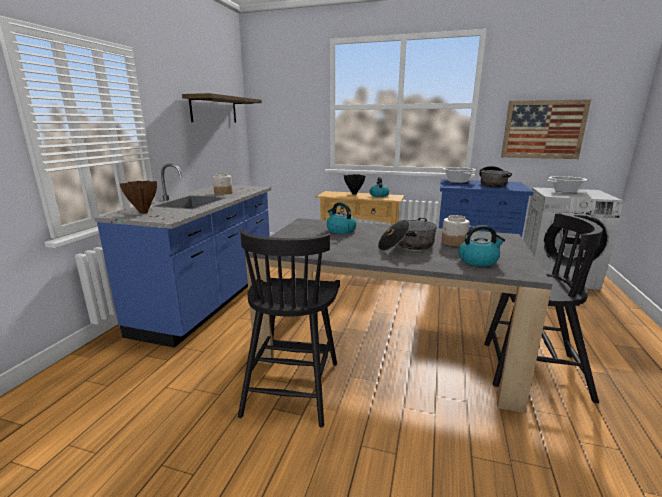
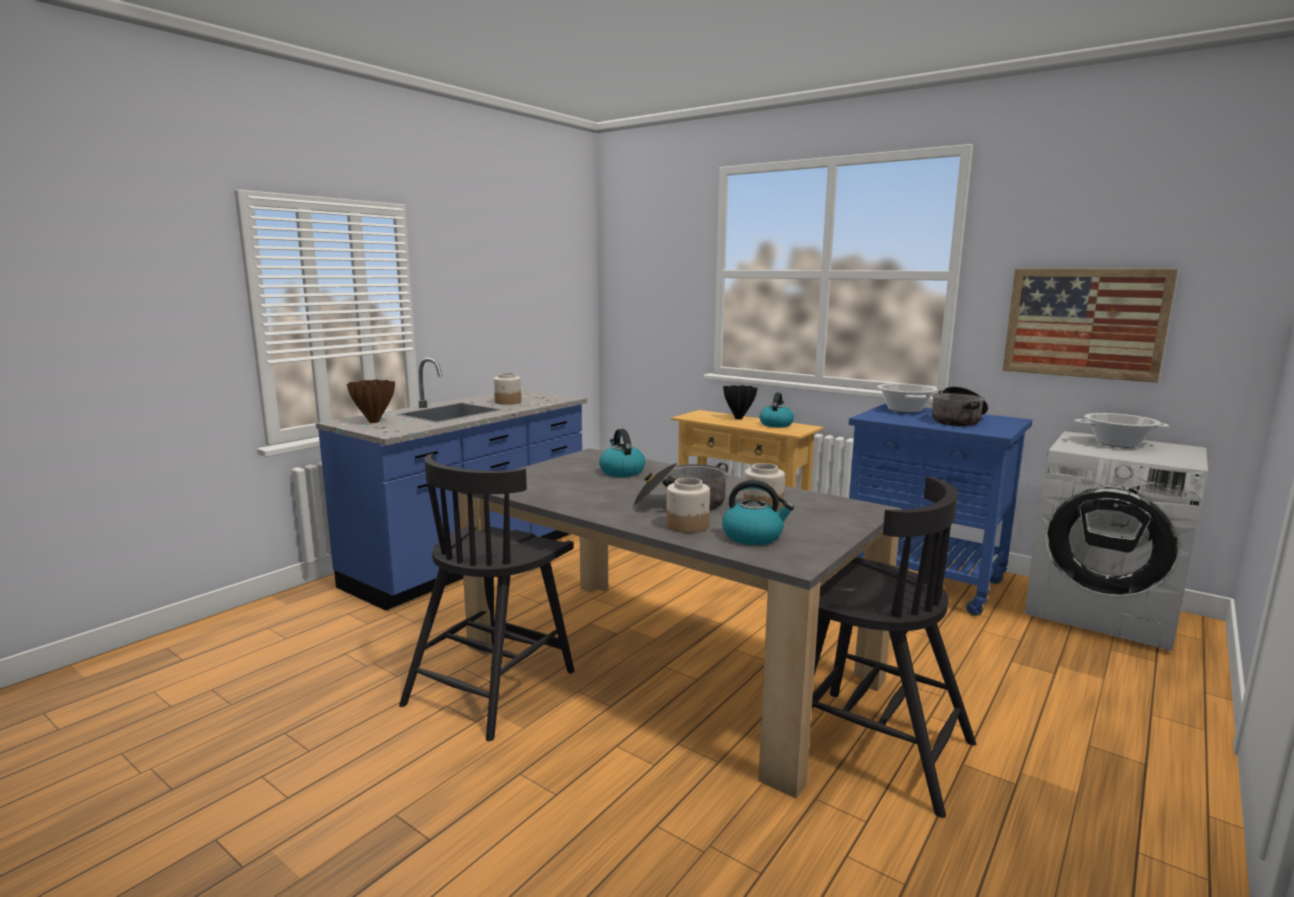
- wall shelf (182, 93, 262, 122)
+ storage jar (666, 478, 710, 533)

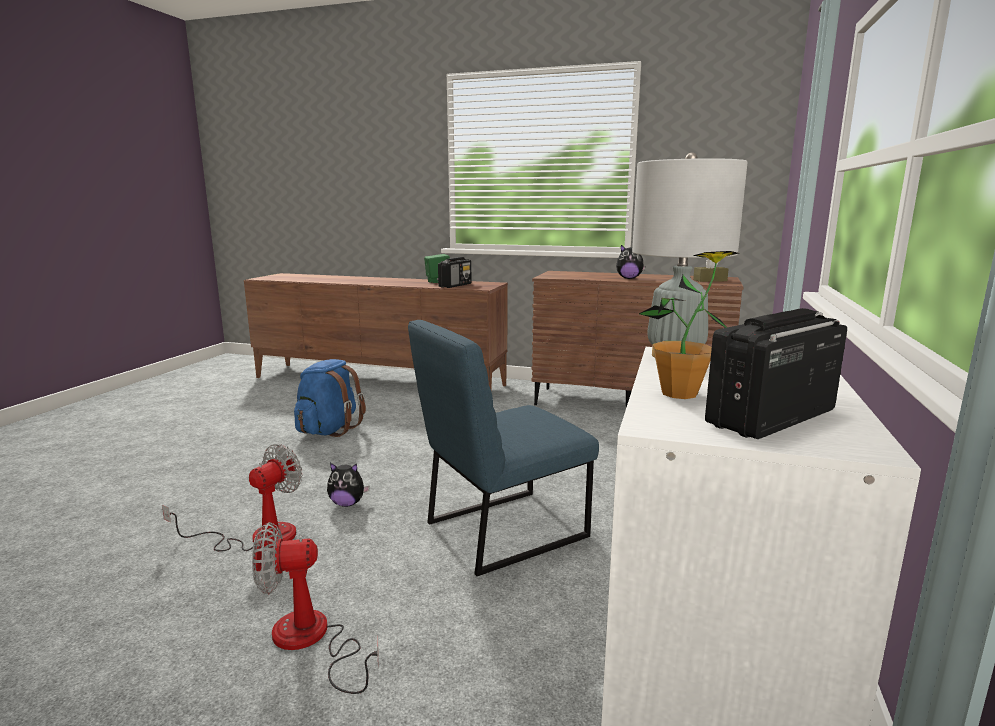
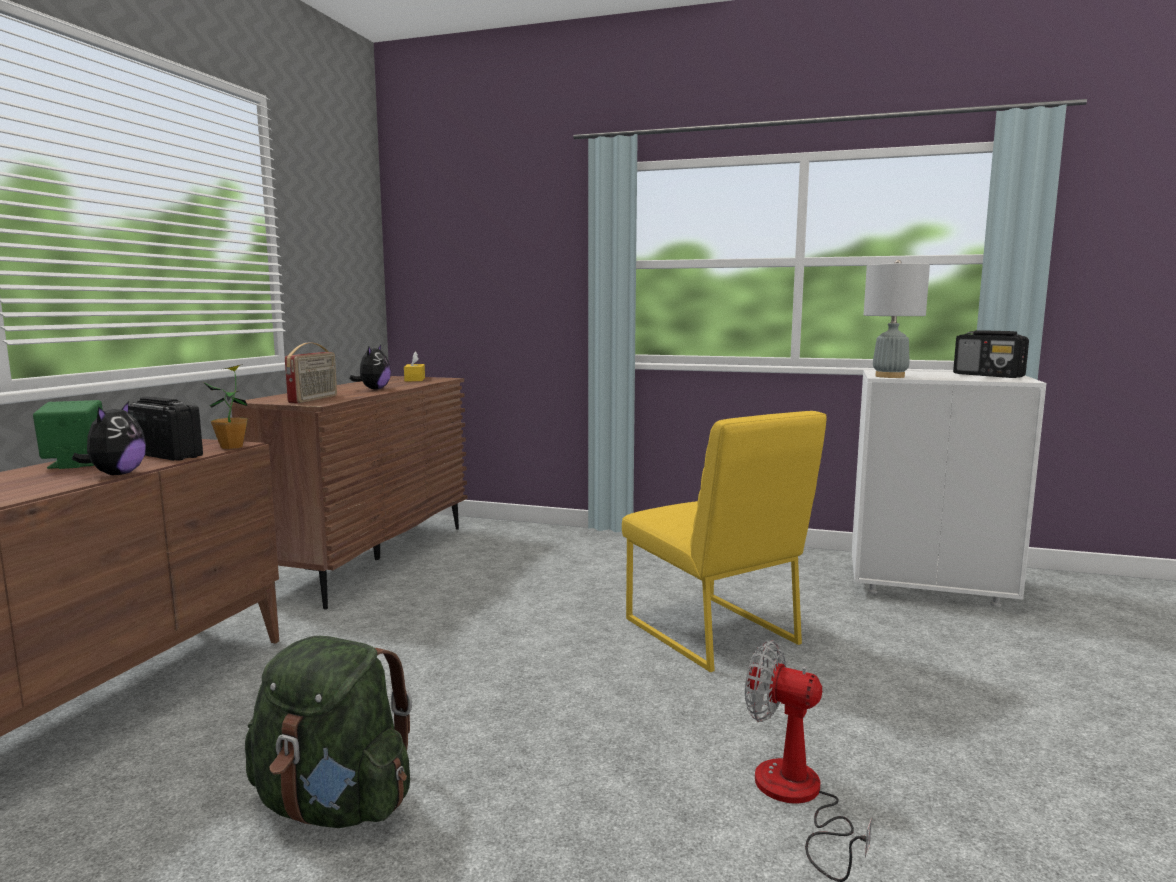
- electric fan (252, 522, 379, 694)
~ bluish knapsack (294, 359, 366, 437) to green knapsack (245, 636, 412, 828)
~ plush toy (327, 463, 370, 507) to (72, 401, 146, 475)
~ bluish chair (408, 320, 599, 576) to yellow-coloured chair (622, 411, 827, 672)
~ potted plant (639, 251, 739, 399) to (202, 364, 248, 449)
~ brownish tissue box (693, 259, 728, 282) to yellow-coloured tissue box (404, 352, 425, 381)
+ radio set (285, 343, 337, 403)

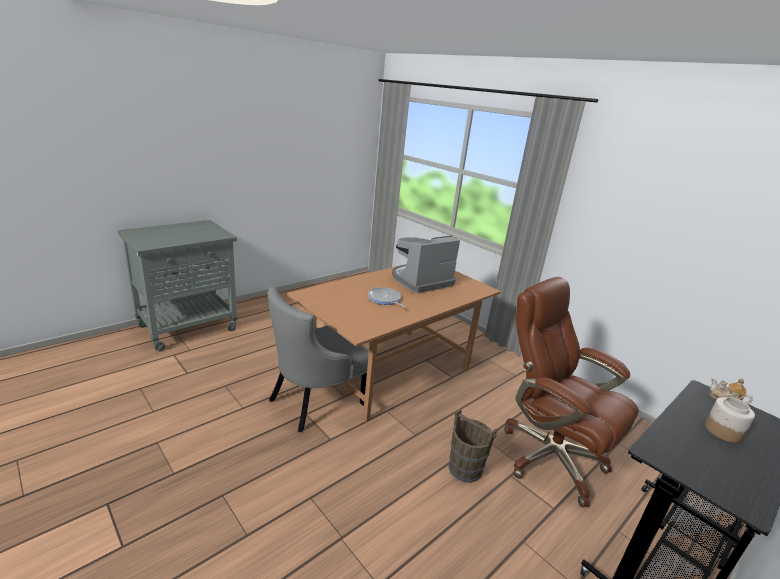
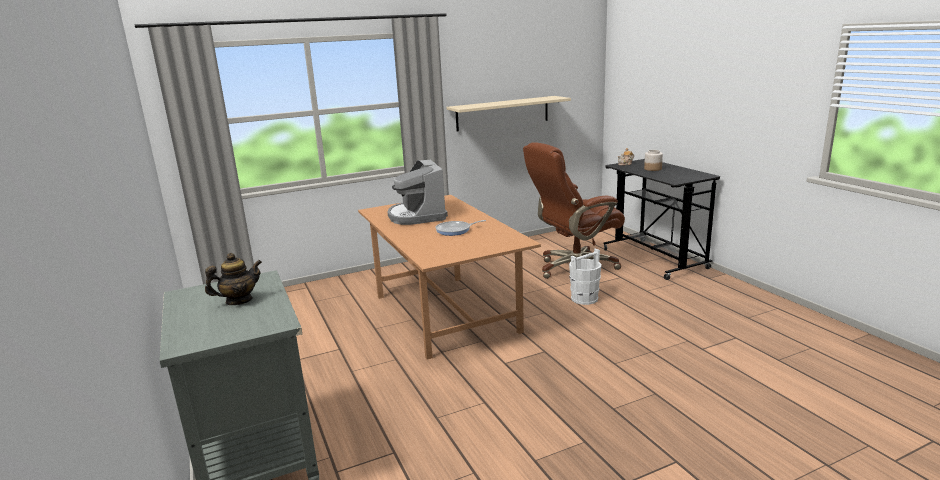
- greyish chair (268, 287, 369, 432)
~ brownish pail (448, 408, 497, 483) to white pail (569, 248, 602, 305)
+ teapot (205, 253, 262, 305)
+ beige wall shelf (447, 96, 571, 132)

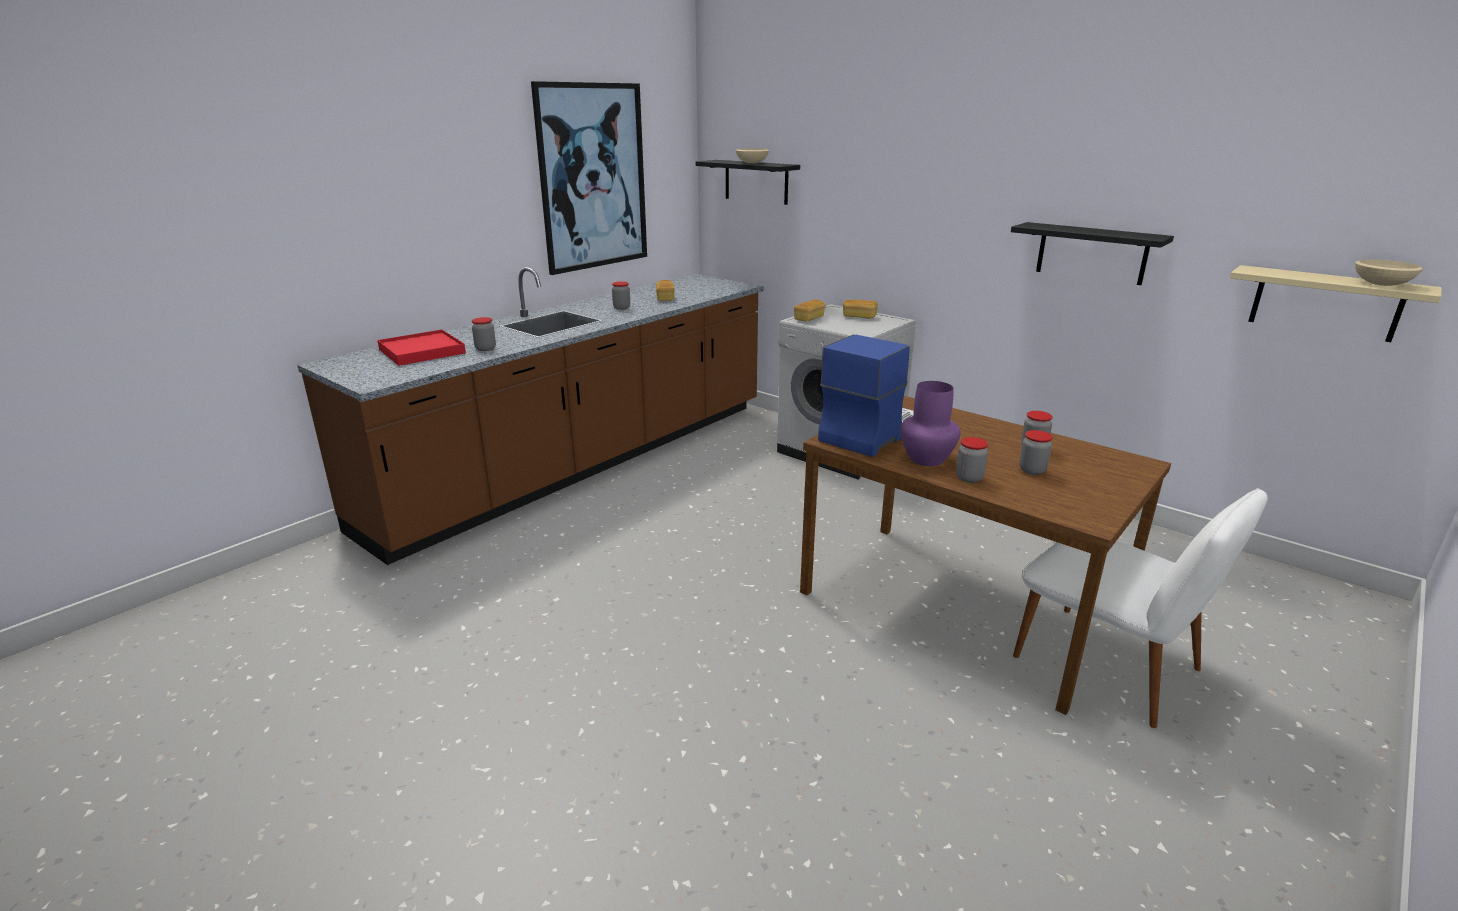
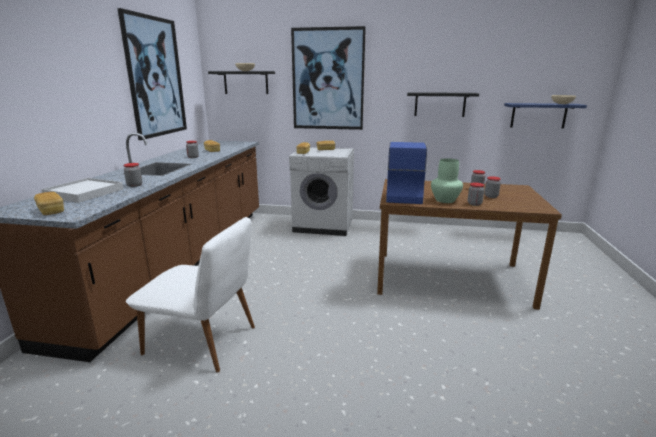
~ red serving tray (377, 329, 466, 366) to white serving tray (41, 178, 123, 203)
~ purple-coloured flower vase (900, 381, 961, 466) to green flower vase (431, 158, 463, 203)
~ white chair (1013, 488, 1268, 728) to (126, 217, 255, 372)
~ beige wall shelf (1230, 265, 1442, 342) to bluish wall shelf (504, 103, 587, 128)
+ baked bread (34, 192, 64, 215)
+ wall picture (291, 26, 366, 130)

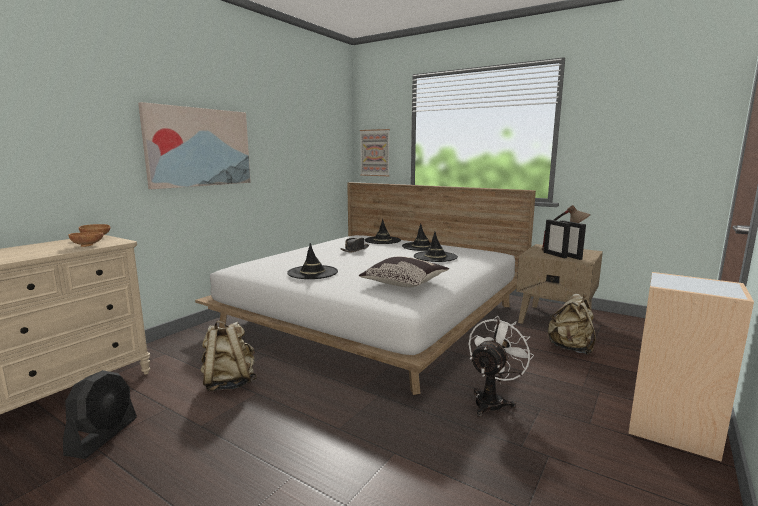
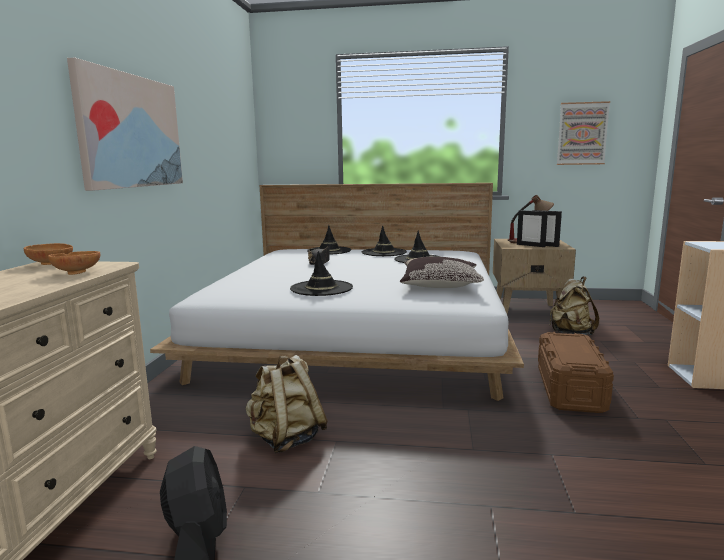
~ wall picture (360, 129, 390, 176) to (557, 101, 610, 165)
~ white electric fan (469, 316, 534, 417) to brownish storage bin (538, 332, 614, 413)

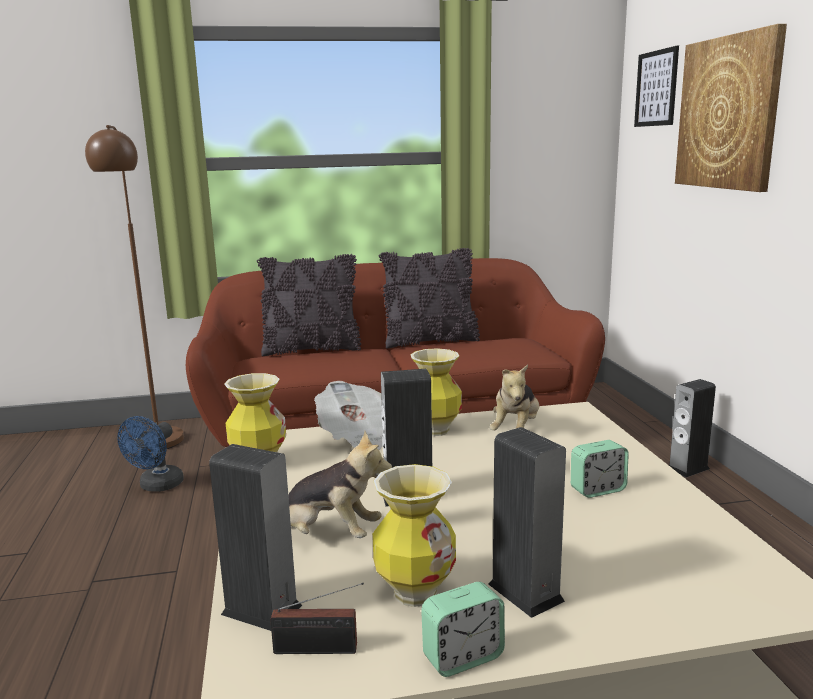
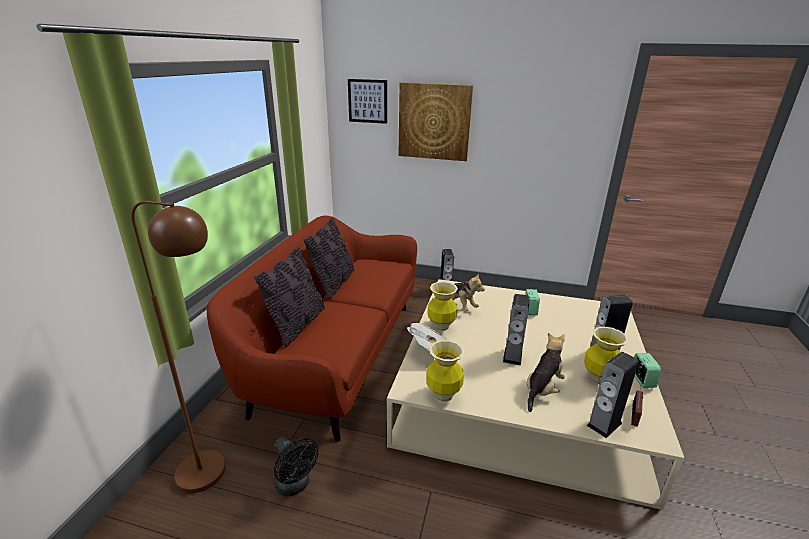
~ bluish electric fan (117, 416, 184, 492) to blackish electric fan (274, 437, 318, 496)

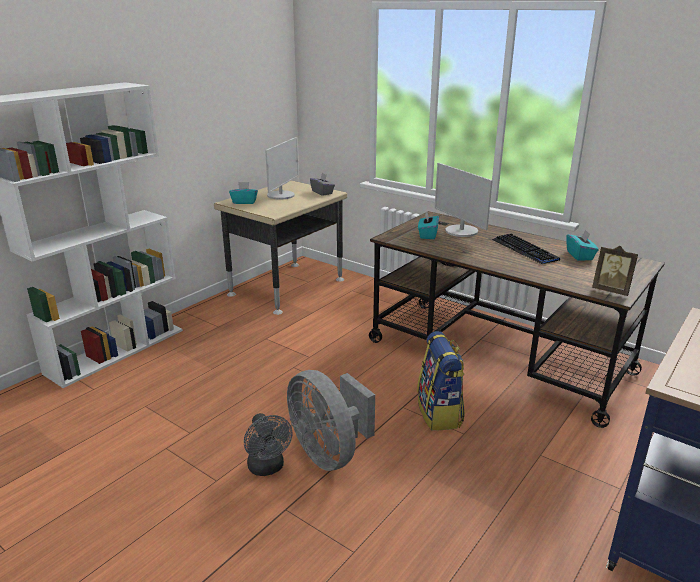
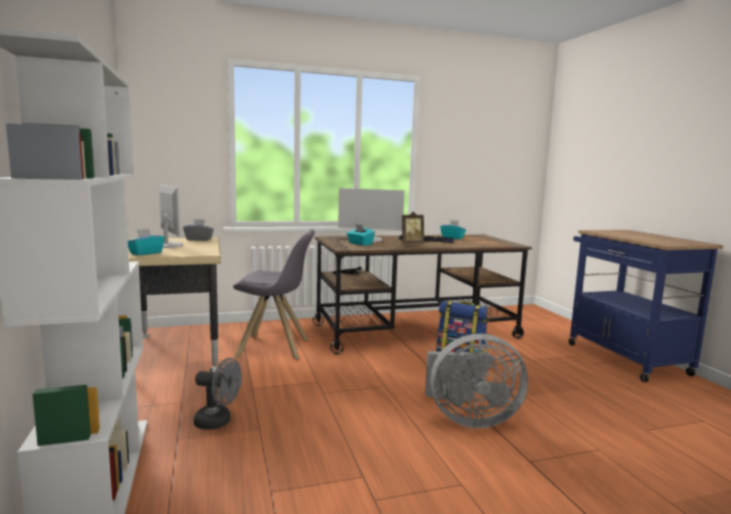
~ greyish electric fan (244, 413, 293, 476) to (194, 358, 242, 430)
~ standing frame (592, 246, 638, 296) to (401, 212, 424, 244)
+ greyish chair (233, 229, 315, 360)

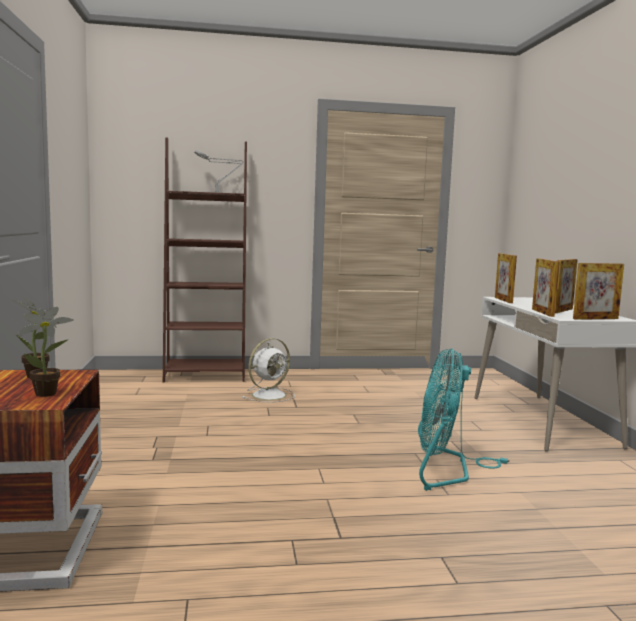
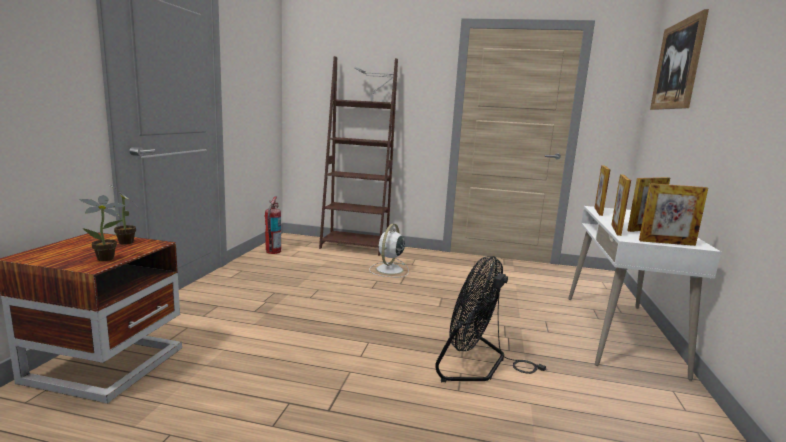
~ white electric fan (242, 338, 295, 403) = (369, 224, 409, 277) 135 degrees clockwise
~ turquoise electric fan (418, 348, 510, 491) to blackish electric fan (435, 256, 547, 383)
+ fire extinguisher (264, 196, 281, 254)
+ wall picture (650, 9, 709, 110)

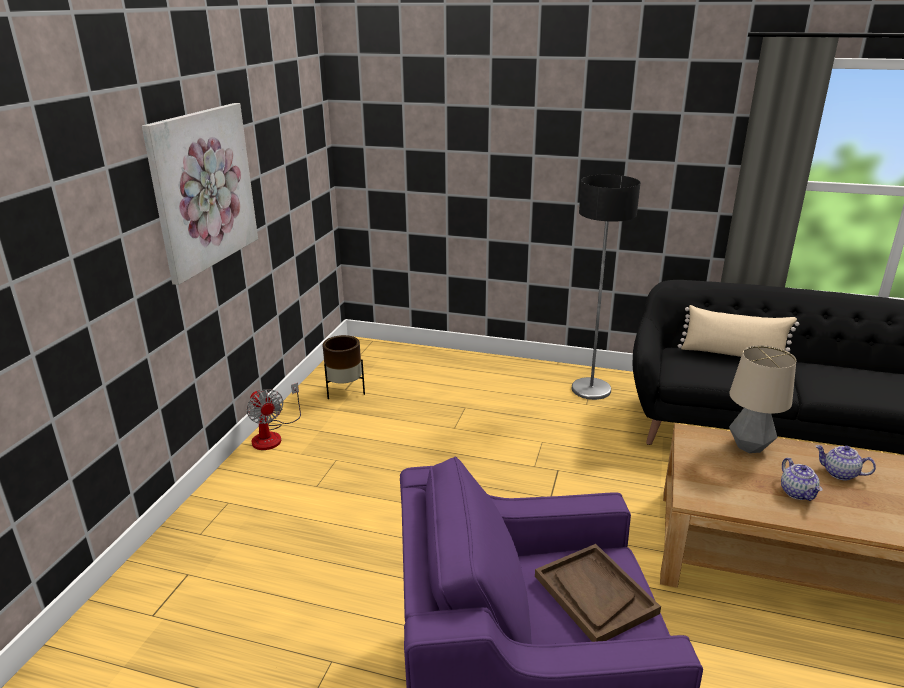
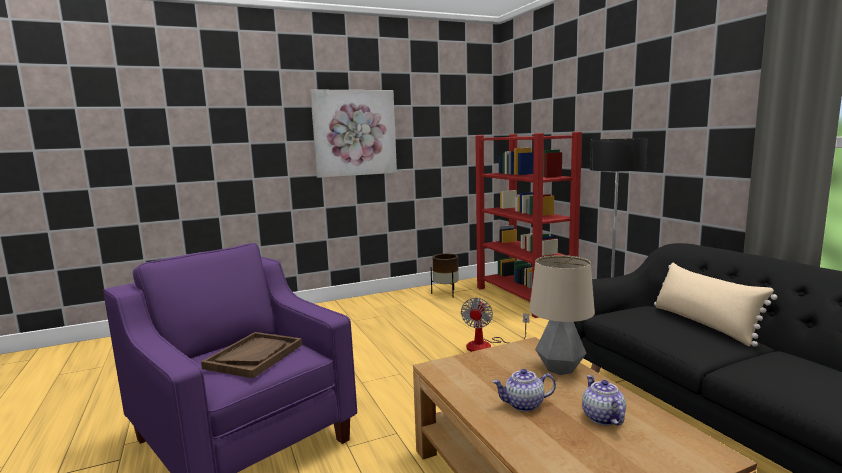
~ electric fan (246, 383, 301, 450) to (461, 298, 529, 352)
~ teapot (781, 458, 823, 501) = (492, 369, 556, 412) 45 degrees clockwise
+ red bookshelf (475, 132, 582, 318)

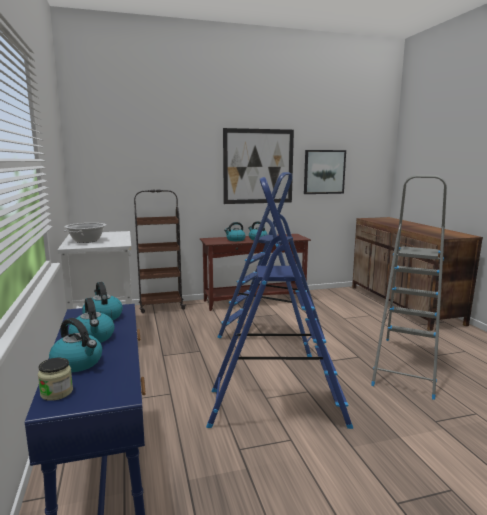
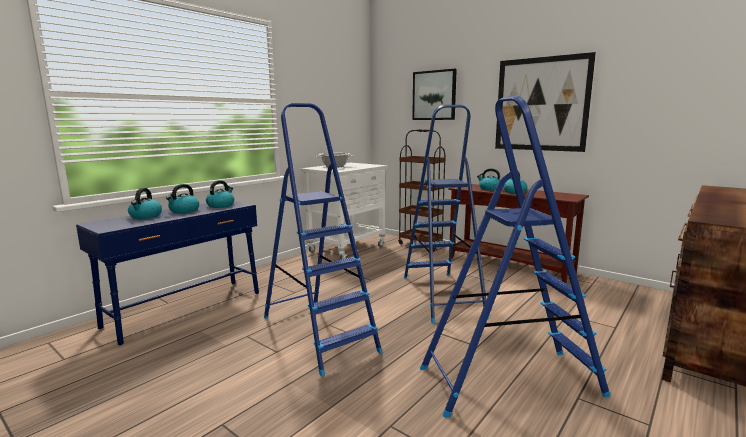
- storage jar (38, 358, 73, 401)
~ wall picture (304, 150, 346, 194) to (412, 69, 457, 120)
~ greyish stepladder (371, 175, 447, 400) to bluish stepladder (420, 96, 610, 418)

